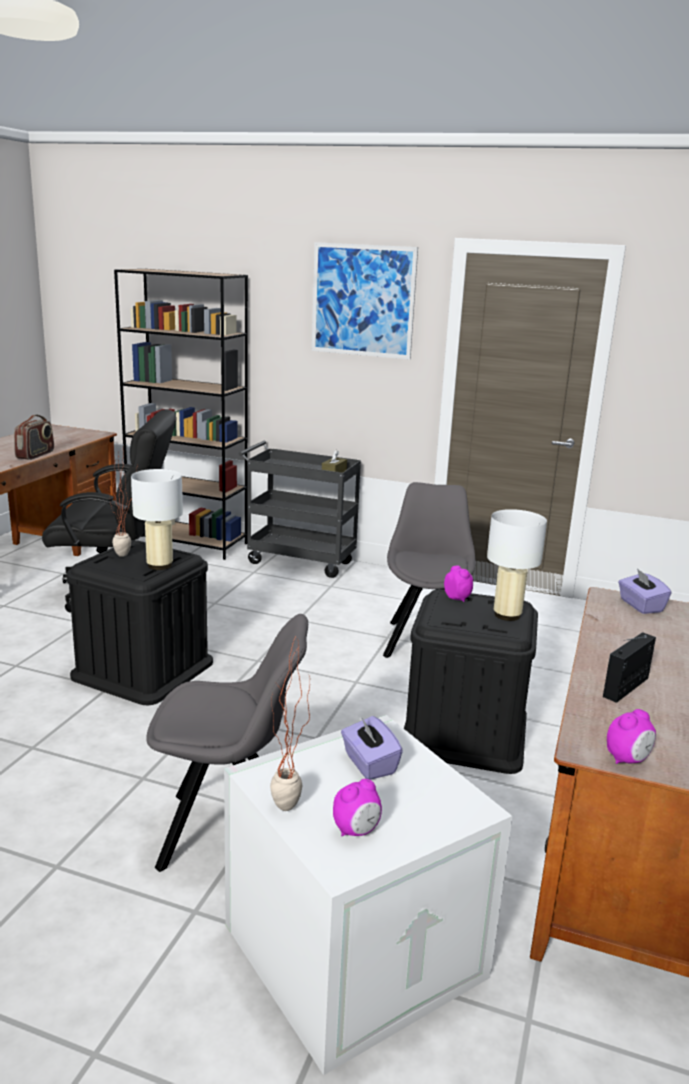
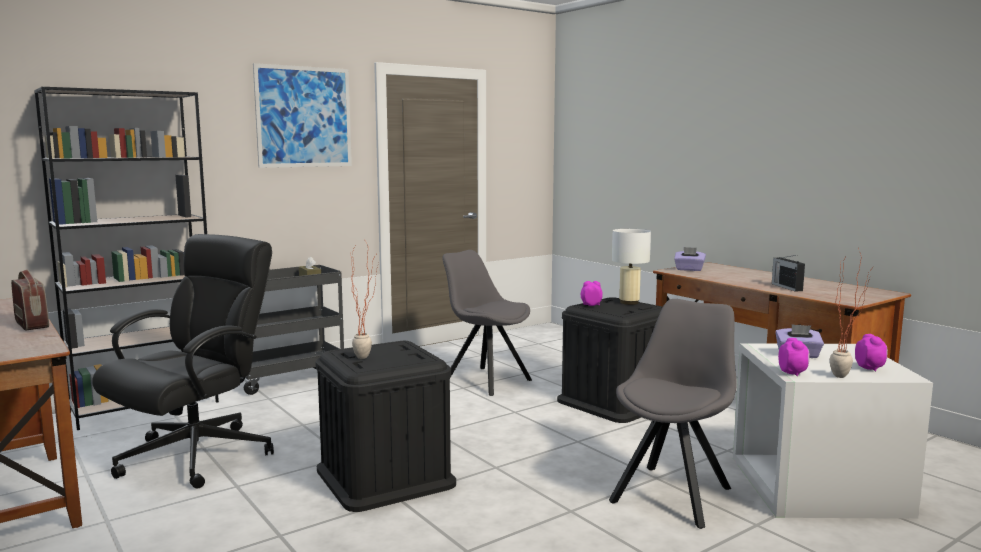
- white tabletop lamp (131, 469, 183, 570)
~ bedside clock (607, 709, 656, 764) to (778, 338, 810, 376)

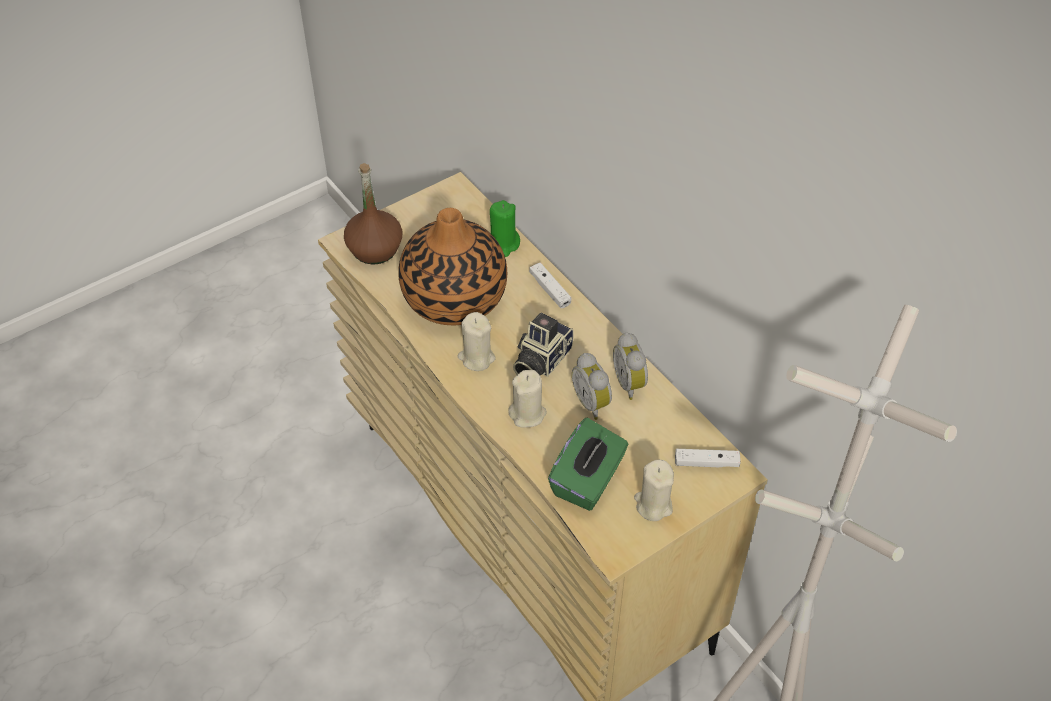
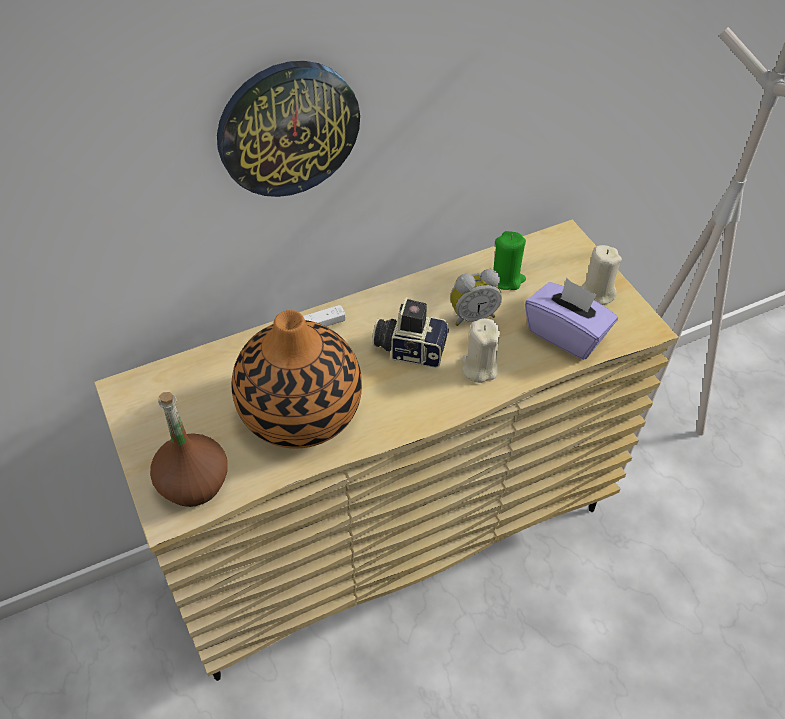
- beige candle (457, 312, 496, 371)
~ green candle (490, 200, 520, 257) to (493, 231, 526, 290)
~ still camera (513, 312, 574, 377) = (372, 297, 449, 368) 150 degrees clockwise
~ green tissue box (548, 418, 628, 511) to purple-coloured tissue box (525, 278, 618, 360)
- bedside clock (613, 332, 648, 400)
- white game controller (675, 449, 741, 467)
+ wall clock (217, 61, 360, 197)

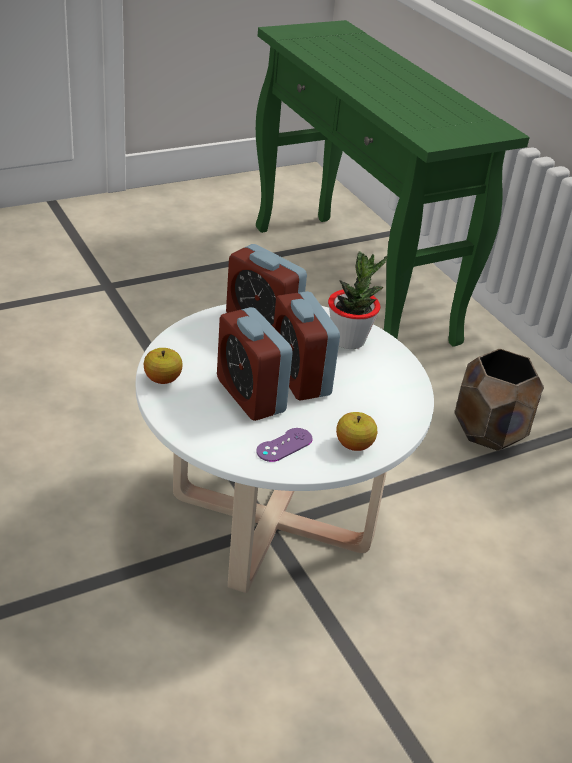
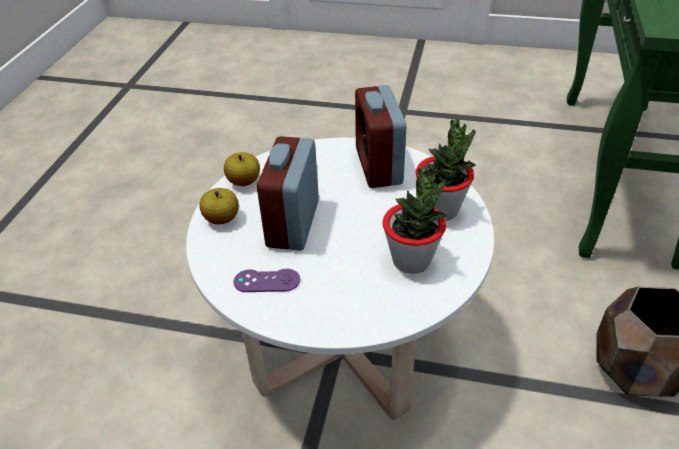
- bedside clock (273, 291, 340, 401)
~ apple fruit (336, 412, 377, 451) to (200, 188, 239, 224)
+ potted plant (383, 164, 447, 274)

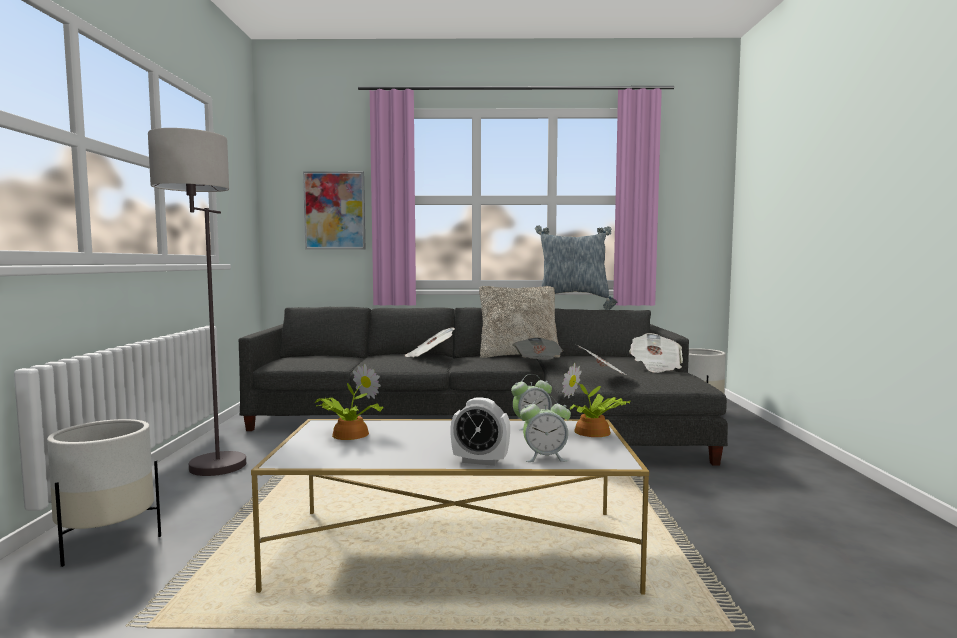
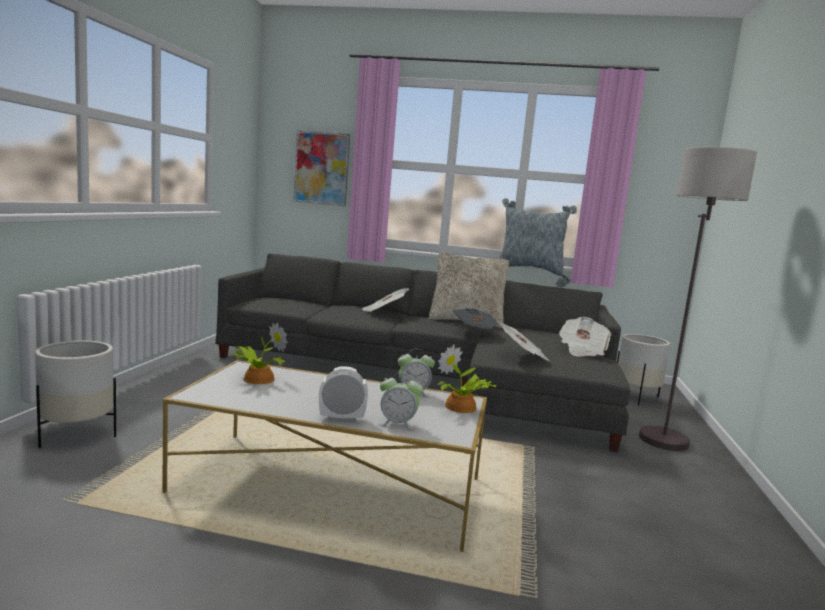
~ greyish floor lamp (148, 128, 246, 476) to (639, 147, 757, 451)
~ bedside clock (450, 398, 510, 466) = (319, 366, 368, 423) 150 degrees clockwise

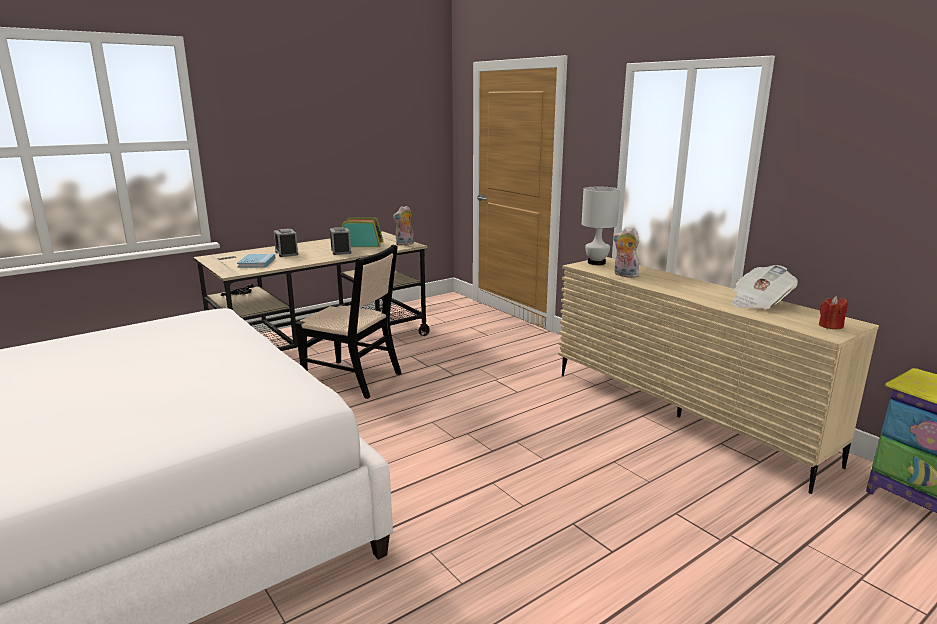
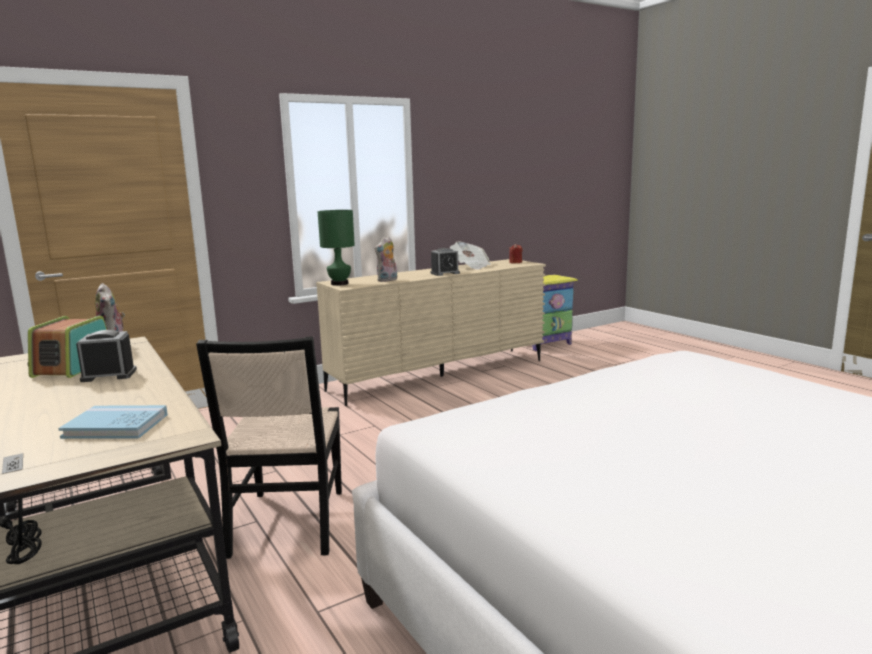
~ bedside clock (274, 228, 298, 257) to (431, 248, 460, 276)
~ chair (295, 245, 402, 399) = (196, 336, 342, 559) 150 degrees clockwise
~ white tabletop lamp (582, 187, 620, 265) to green tabletop lamp (318, 210, 355, 286)

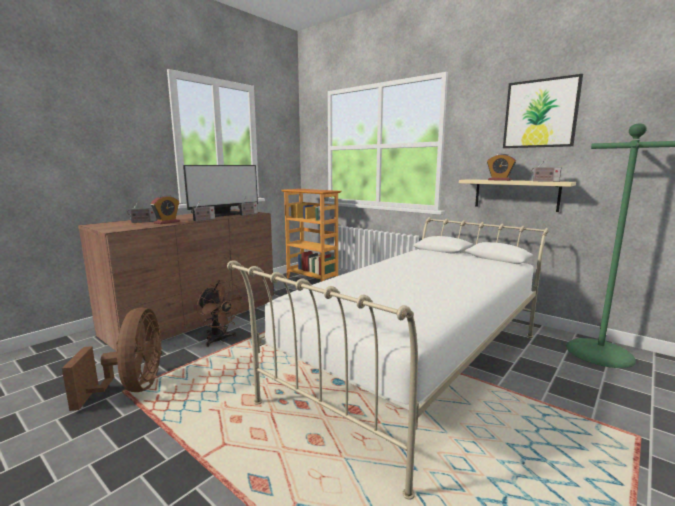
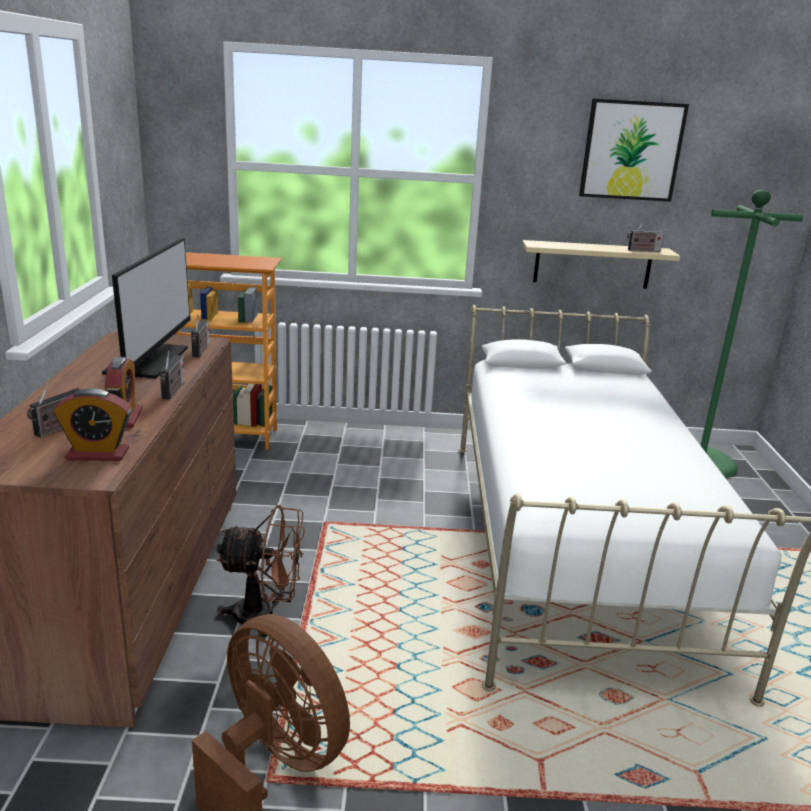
~ bedside clock (487, 154, 516, 181) to (53, 388, 132, 461)

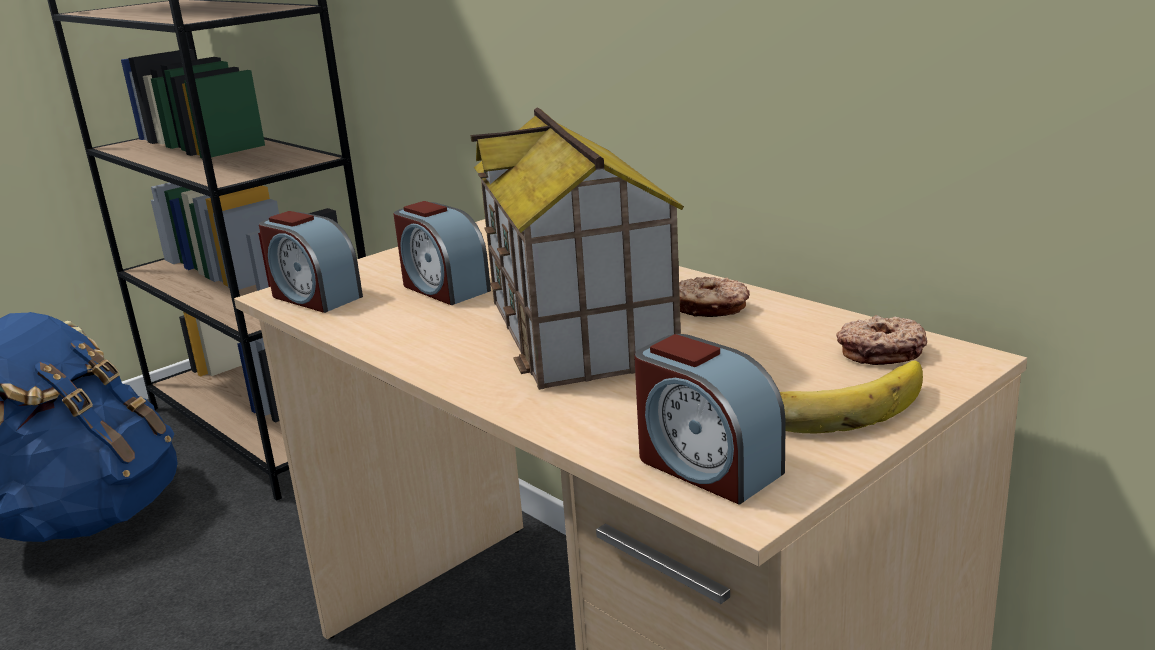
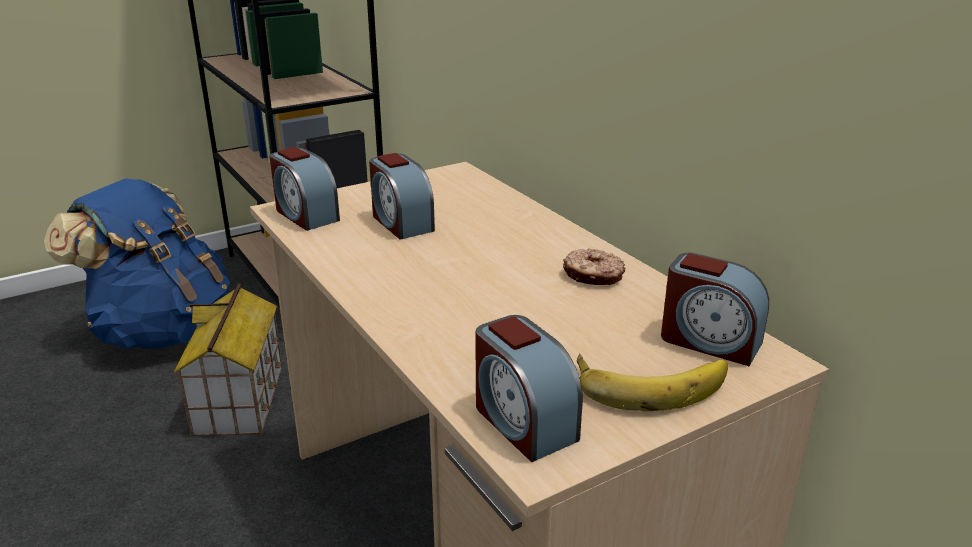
~ miniature house (471, 108, 684, 390) to (174, 284, 283, 437)
~ doughnut (836, 315, 927, 365) to bedside clock (661, 253, 769, 366)

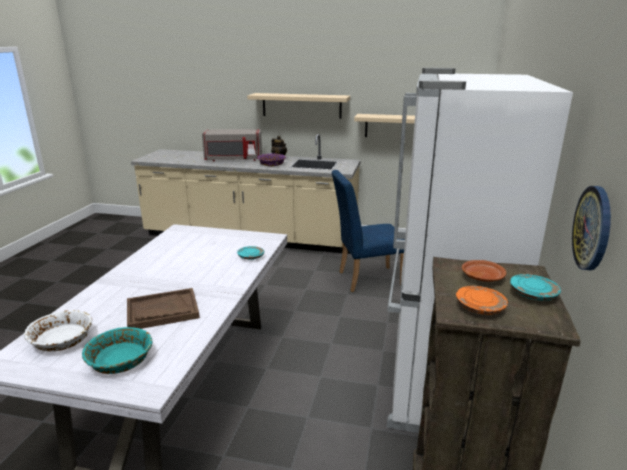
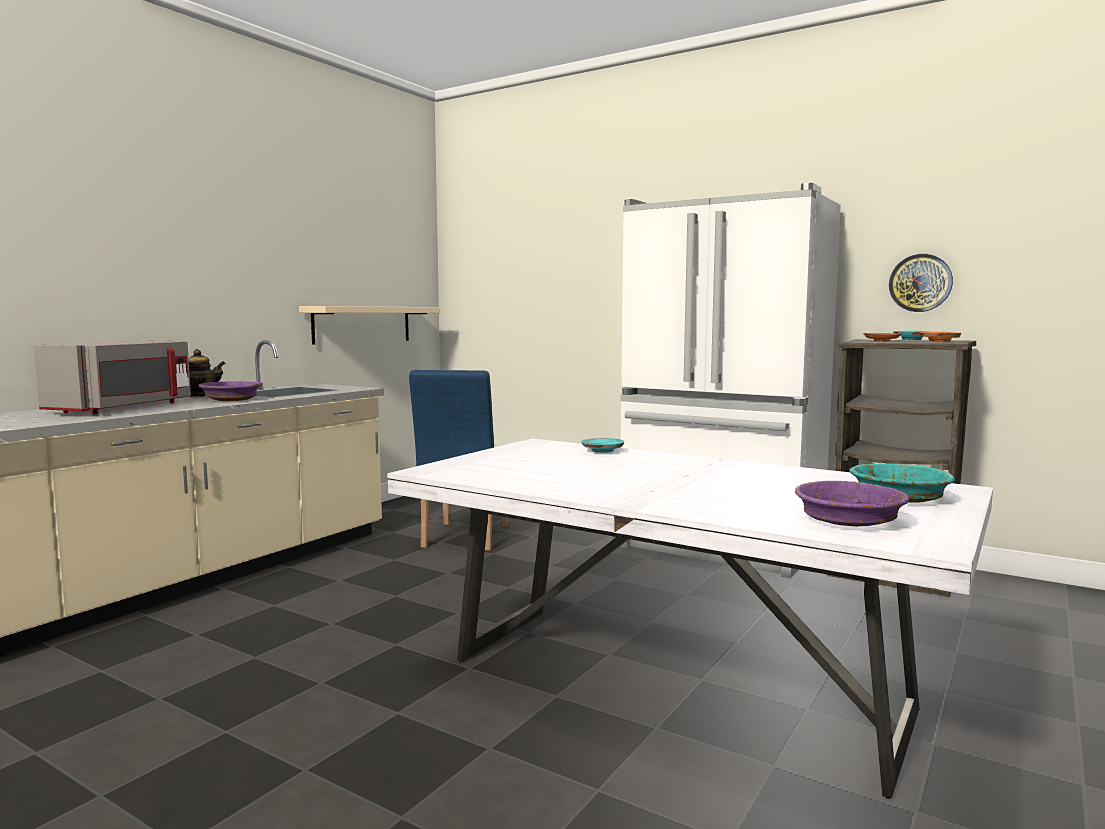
~ white deep dish (24, 310, 92, 351) to purple-coloured deep dish (795, 481, 909, 527)
- brownish serving tray (127, 288, 200, 329)
- beige wall shelf (247, 93, 350, 119)

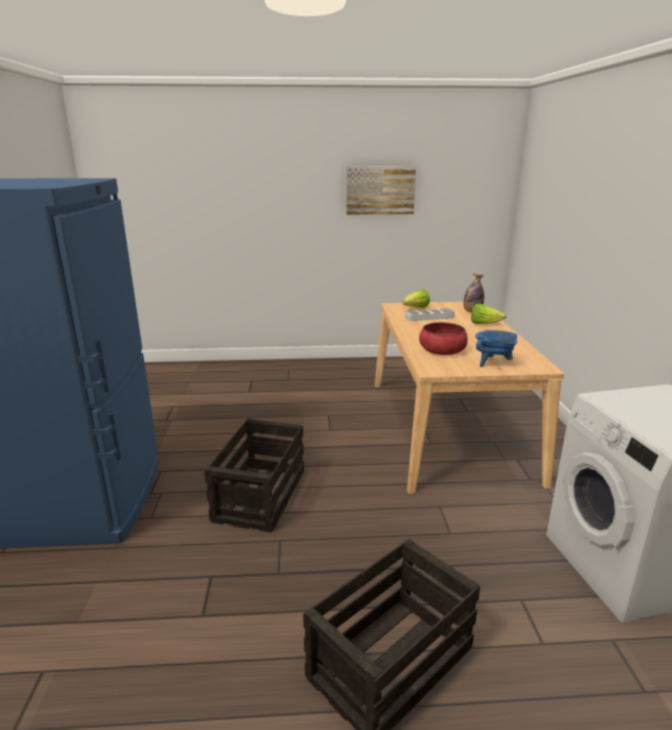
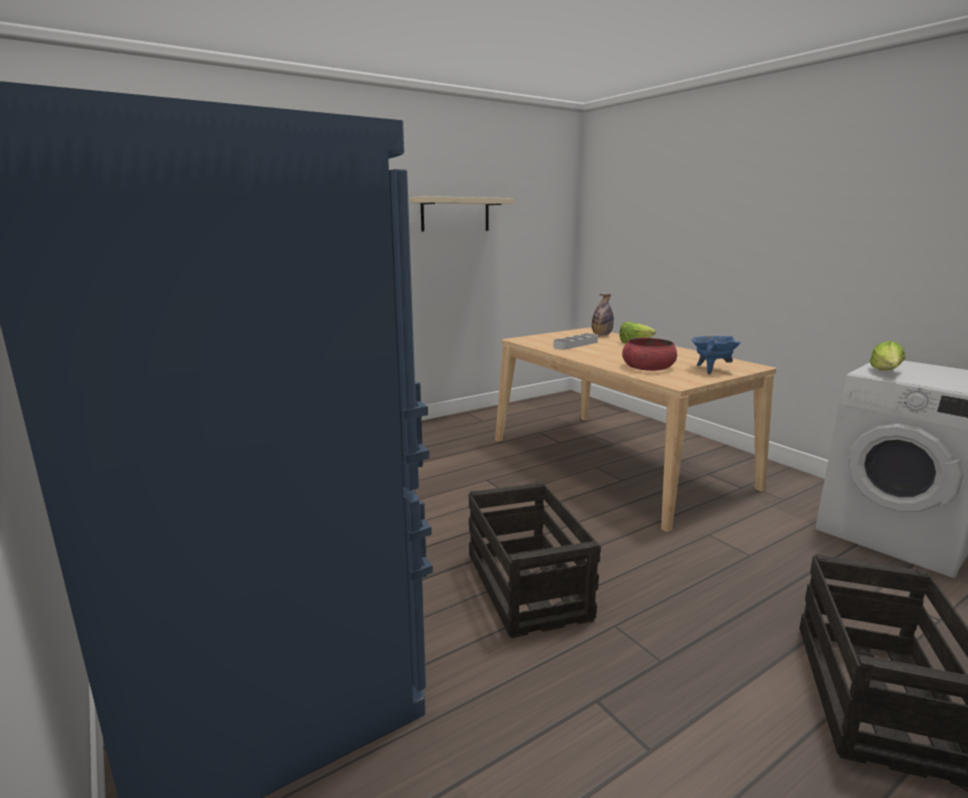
~ wall picture (346, 166, 416, 215) to beige wall shelf (409, 196, 514, 232)
~ lettuce (403, 289, 430, 308) to (869, 341, 905, 371)

